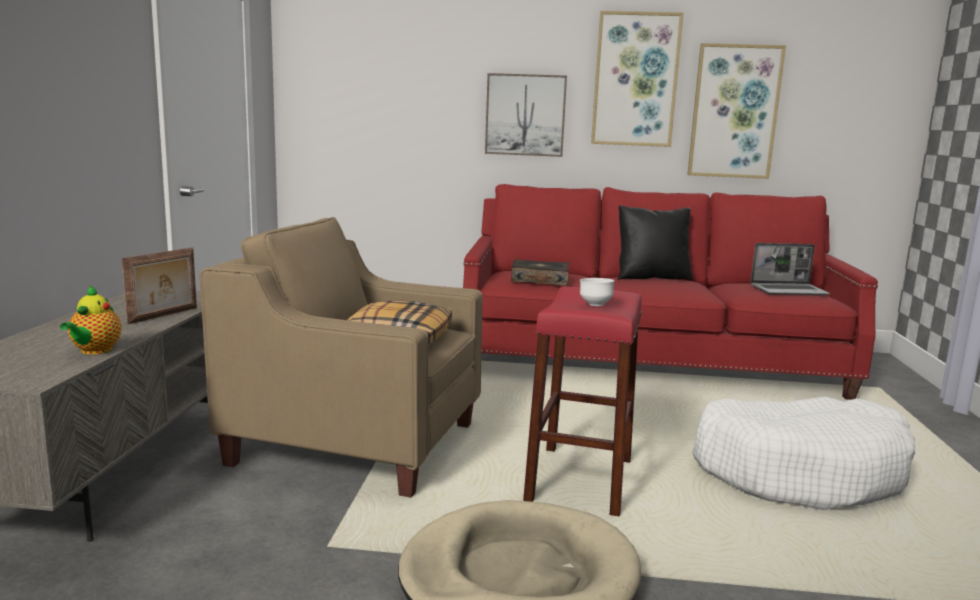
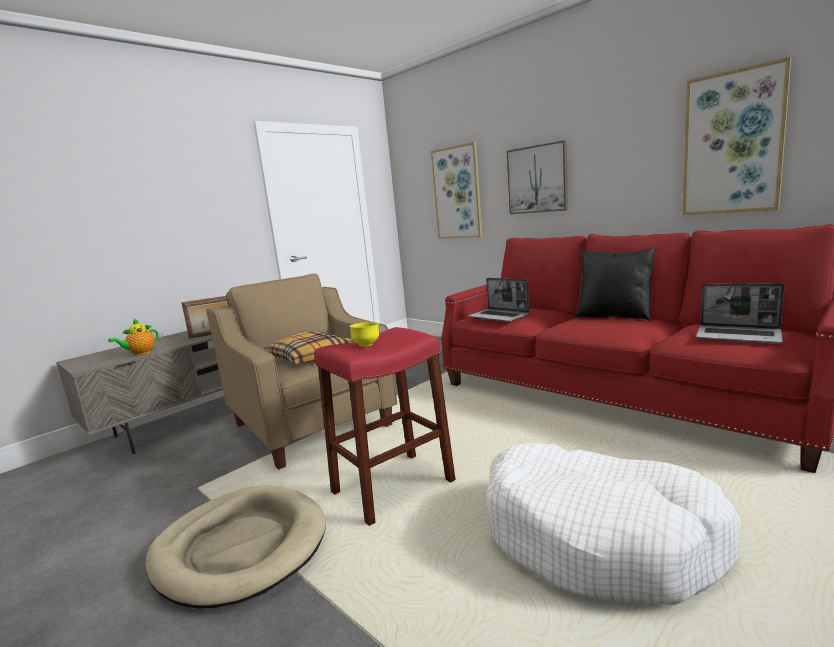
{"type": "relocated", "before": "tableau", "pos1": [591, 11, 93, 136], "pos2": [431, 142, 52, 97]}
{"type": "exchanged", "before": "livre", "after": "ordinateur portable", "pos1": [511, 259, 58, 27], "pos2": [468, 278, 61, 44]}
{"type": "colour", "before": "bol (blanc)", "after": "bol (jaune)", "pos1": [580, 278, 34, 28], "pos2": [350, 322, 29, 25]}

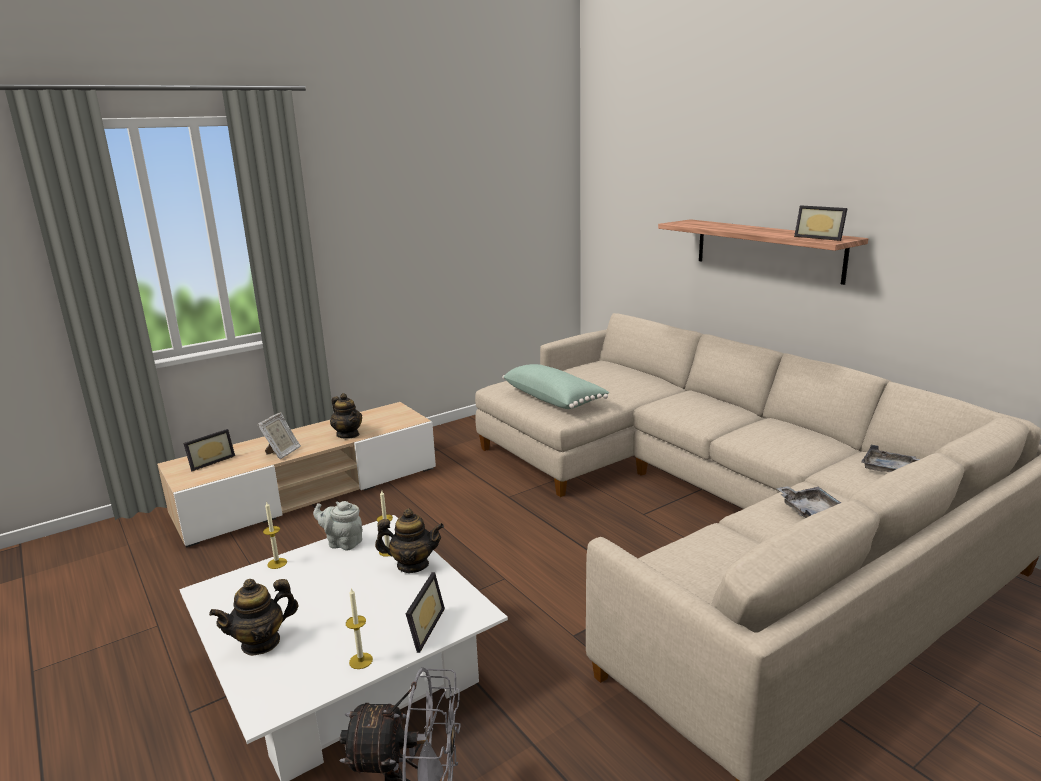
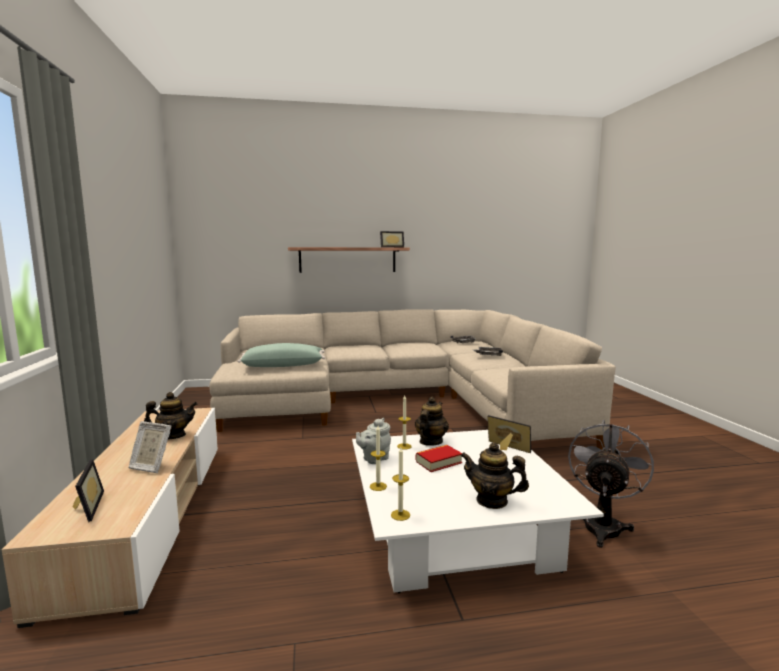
{"type": "spun", "before": "cadre photo", "pos1": [257, 413, 44, 46], "pos2": [128, 421, 43, 52], "turn": 150}
{"type": "spun", "before": "théière", "pos1": [209, 579, 89, 77], "pos2": [461, 442, 68, 67], "turn": 120}
{"type": "relocated", "before": "bougie", "pos1": [346, 588, 27, 81], "pos2": [391, 447, 19, 74]}
{"type": "appeared", "after": "livre", "pos2": [416, 445, 46, 27]}

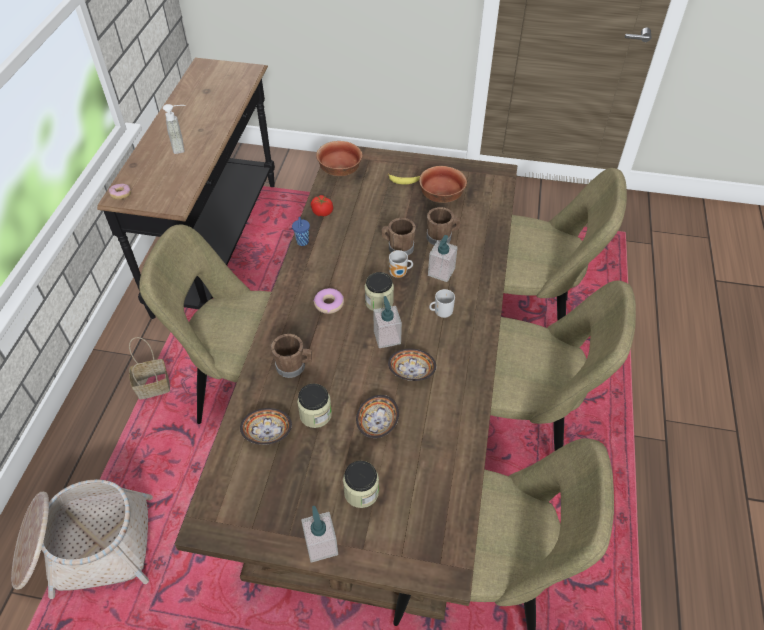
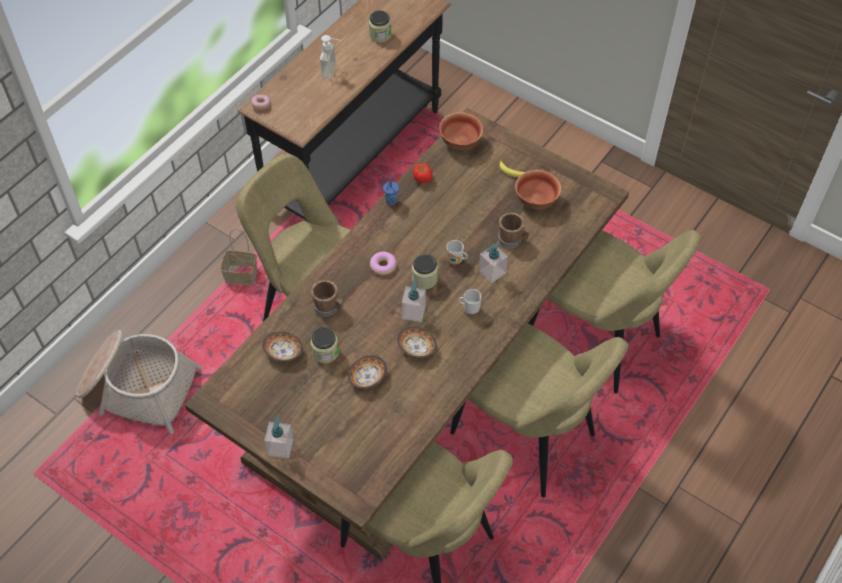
{"type": "missing", "before": "mug (marron)", "pos1": [382, 218, 34, 37]}
{"type": "relocated", "before": "bocal", "pos1": [343, 461, 36, 47], "pos2": [369, 10, 22, 32]}

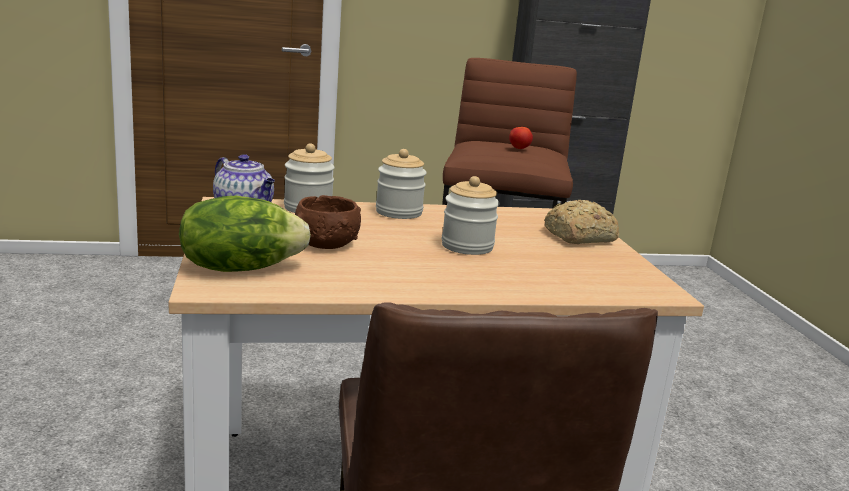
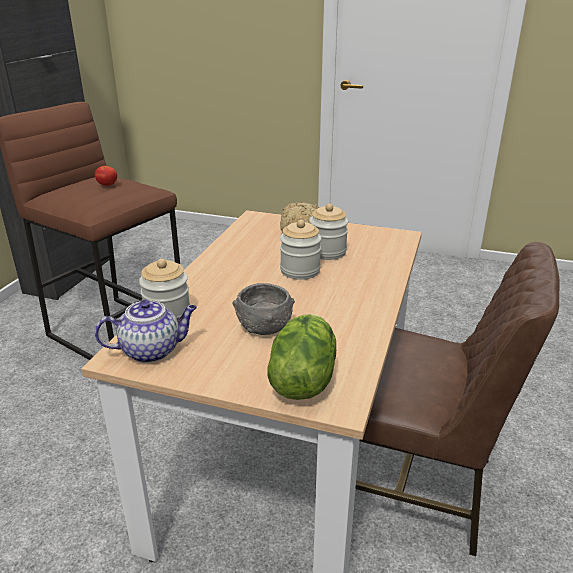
{"type": "relocated", "before": "bocal", "pos1": [376, 149, 50, 70], "pos2": [309, 204, 39, 56]}
{"type": "colour", "before": "bol (marron)", "after": "bol (gris)", "pos1": [295, 195, 66, 54], "pos2": [233, 283, 62, 52]}

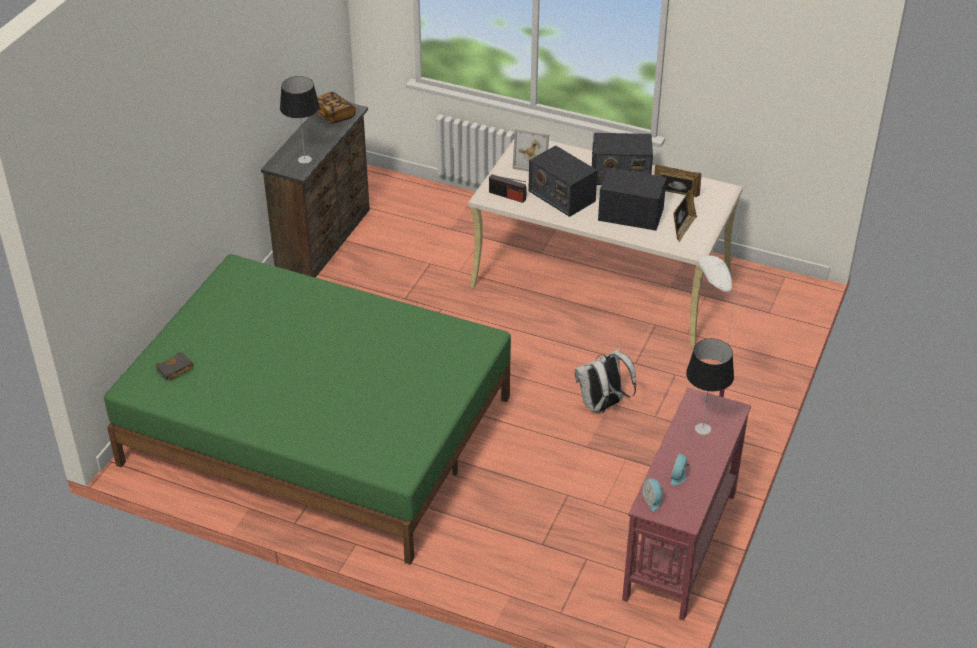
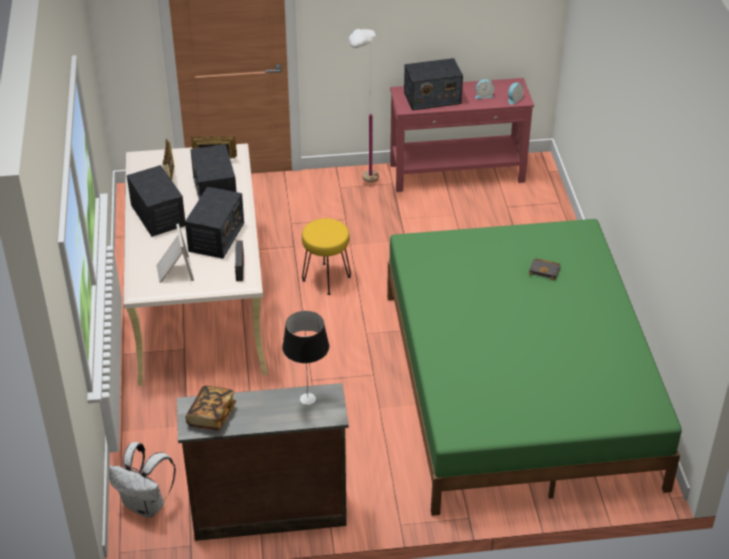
{"type": "exchanged", "before": "lampe de table", "after": "radio", "pos1": [686, 339, 48, 96], "pos2": [404, 58, 59, 52]}
{"type": "relocated", "before": "sac à dos (blanc)", "pos1": [575, 349, 61, 65], "pos2": [109, 442, 67, 76]}
{"type": "relocated", "before": "livre (noir)", "pos1": [155, 352, 39, 28], "pos2": [529, 258, 32, 22]}
{"type": "appeared", "after": "tabouret (jaune)", "pos2": [302, 218, 49, 77]}

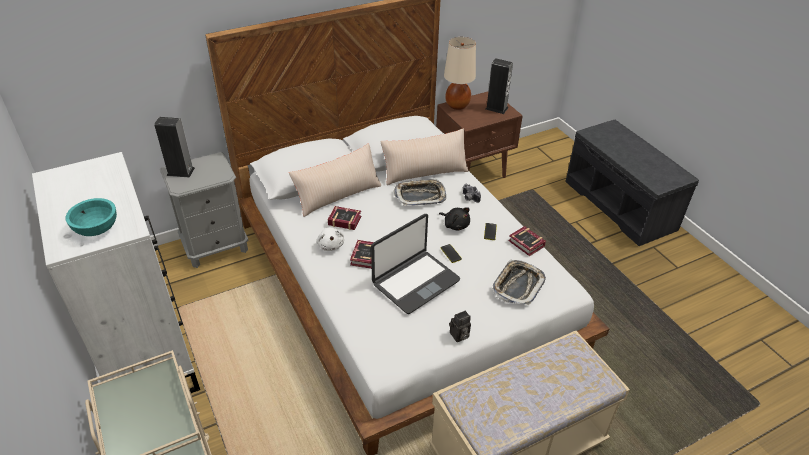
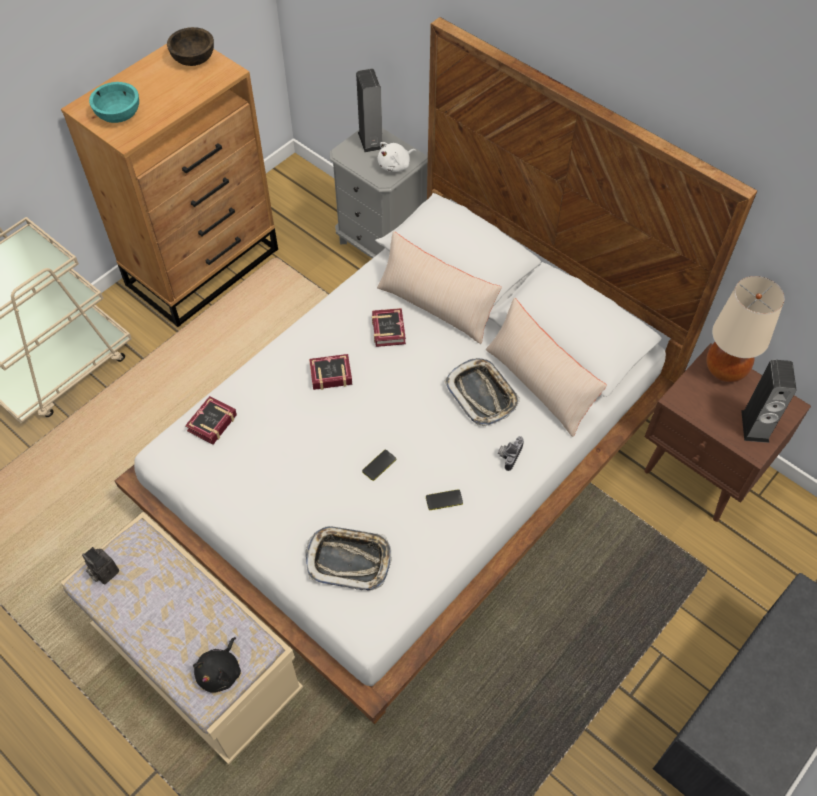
{"type": "colour", "before": "commode (blanc)", "after": "commode (marron)", "pos1": [32, 152, 168, 241], "pos2": [61, 44, 217, 283]}
{"type": "relocated", "before": "peluche (noir)", "pos1": [439, 207, 31, 23], "pos2": [193, 637, 48, 56]}
{"type": "missing", "before": "ordinateur portable", "pos1": [371, 214, 89, 100]}
{"type": "relocated", "before": "livre", "pos1": [508, 226, 38, 30], "pos2": [185, 396, 52, 49]}
{"type": "relocated", "before": "peluche (blanc)", "pos1": [316, 227, 28, 24], "pos2": [377, 142, 39, 30]}
{"type": "relocated", "before": "appareil photo", "pos1": [449, 311, 22, 31], "pos2": [82, 547, 37, 37]}
{"type": "appeared", "after": "bol (marron)", "pos2": [167, 27, 47, 39]}

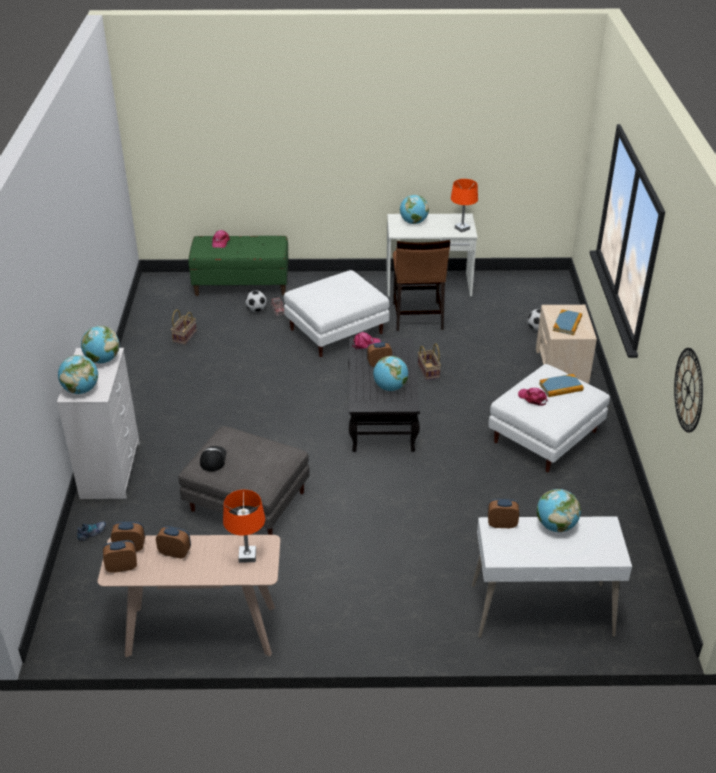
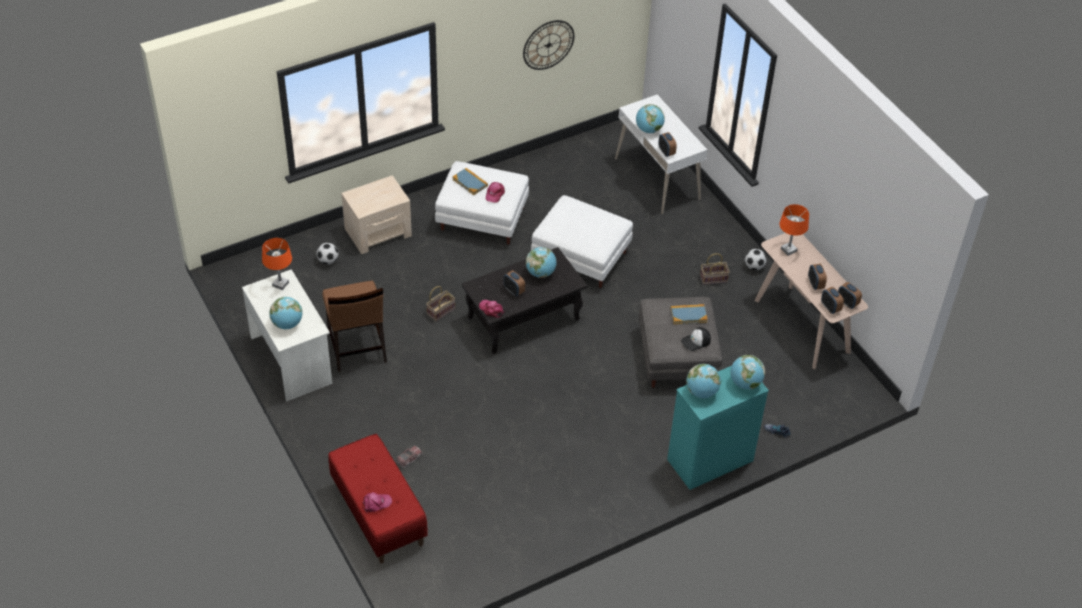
{"type": "colour", "before": "banc (vert)", "after": "banc (rouge)", "pos1": [188, 236, 100, 60], "pos2": [328, 434, 100, 130]}
{"type": "spun", "before": "chaise (marron)", "pos1": [393, 240, 57, 91], "pos2": [322, 281, 65, 91], "turn": 105}
{"type": "relocated", "before": "pouf (blanc)", "pos1": [284, 270, 105, 87], "pos2": [531, 195, 102, 93]}
{"type": "relocated", "before": "ballon de foot", "pos1": [245, 291, 22, 21], "pos2": [745, 249, 21, 21]}
{"type": "relocated", "before": "panier", "pos1": [171, 309, 26, 36], "pos2": [700, 253, 30, 32]}
{"type": "relocated", "before": "livre", "pos1": [553, 309, 29, 26], "pos2": [671, 304, 37, 20]}
{"type": "colour", "before": "commode (blanc)", "after": "commode (turquoise)", "pos1": [57, 348, 83, 151], "pos2": [667, 366, 102, 124]}

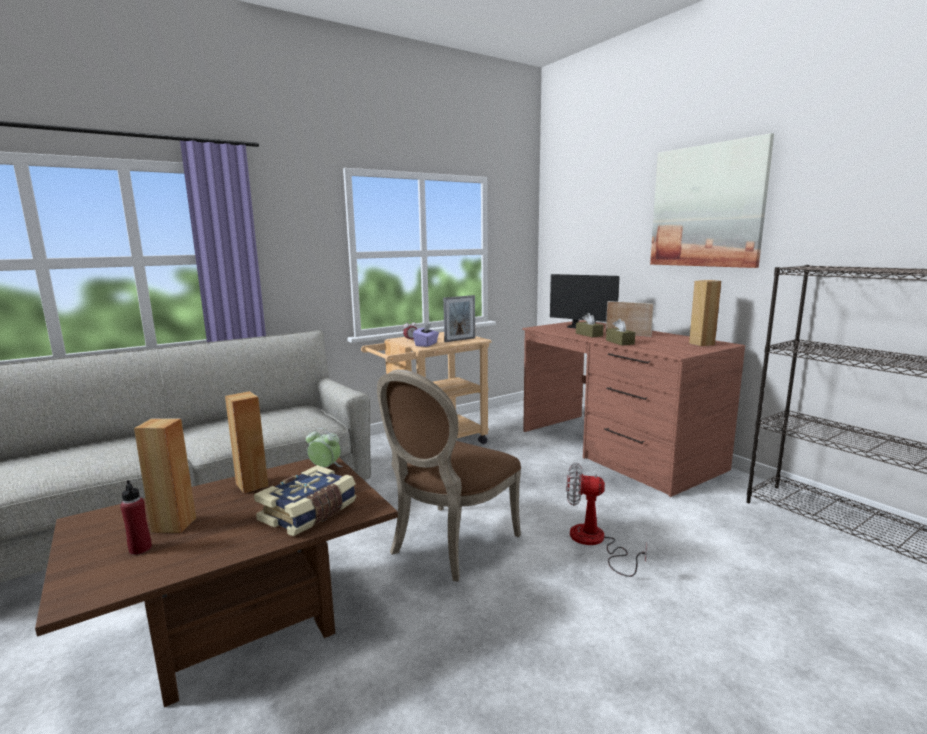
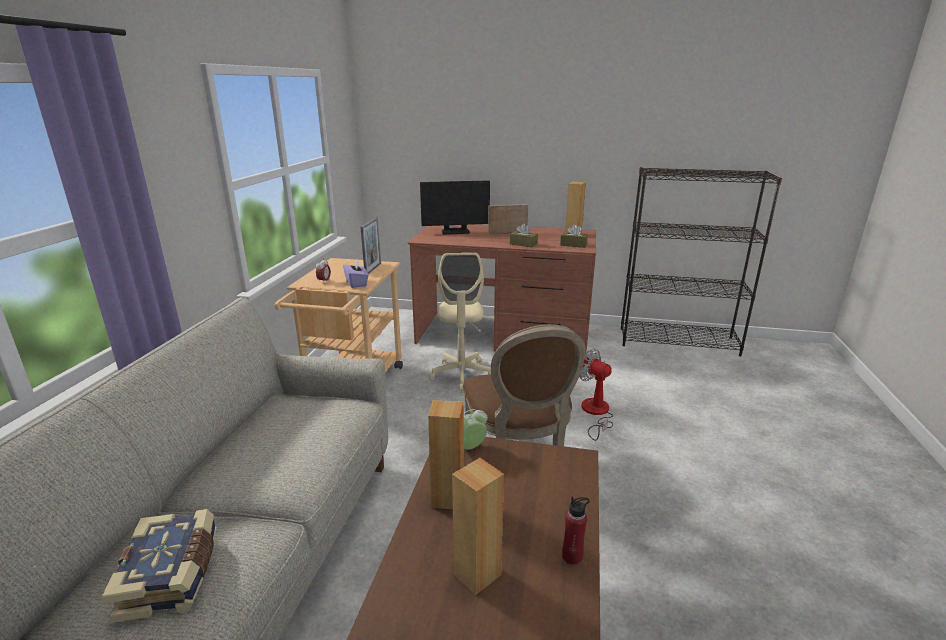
{"type": "missing", "before": "tableau", "pos1": [650, 133, 124, 135]}
{"type": "relocated", "before": "boîte à mouchoirs (marron)", "pos1": [576, 313, 28, 24], "pos2": [560, 224, 28, 24]}
{"type": "spun", "before": "ventilateur", "pos1": [567, 462, 80, 115], "pos2": [579, 349, 34, 92], "turn": 75}
{"type": "relocated", "before": "livre", "pos1": [254, 465, 102, 71], "pos2": [101, 509, 116, 114]}
{"type": "relocated", "before": "bouteille (rouge)", "pos1": [120, 480, 32, 75], "pos2": [562, 497, 28, 68]}
{"type": "appeared", "after": "chaise de bureau (beige)", "pos2": [428, 253, 63, 138]}

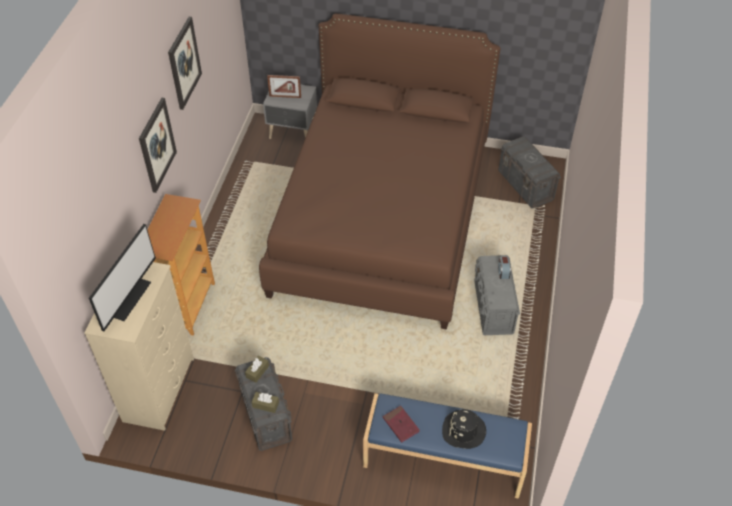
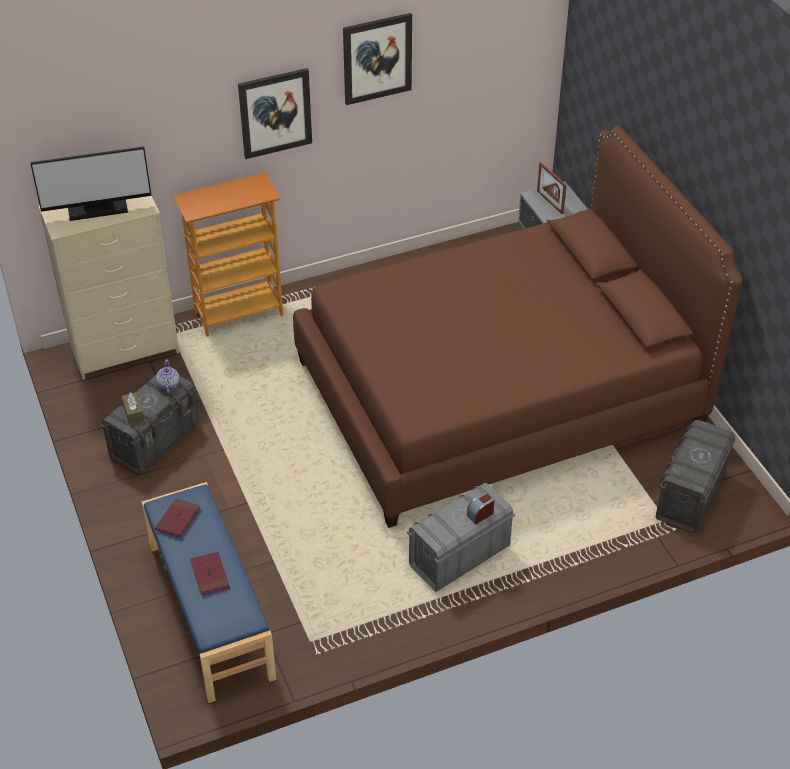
{"type": "exchanged", "before": "boîte à mouchoirs (marron)", "after": "théière", "pos1": [245, 355, 24, 28], "pos2": [156, 360, 24, 33]}
{"type": "exchanged", "before": "chapeau (noir)", "after": "livre (rouge)", "pos1": [442, 409, 44, 40], "pos2": [190, 552, 40, 43]}

